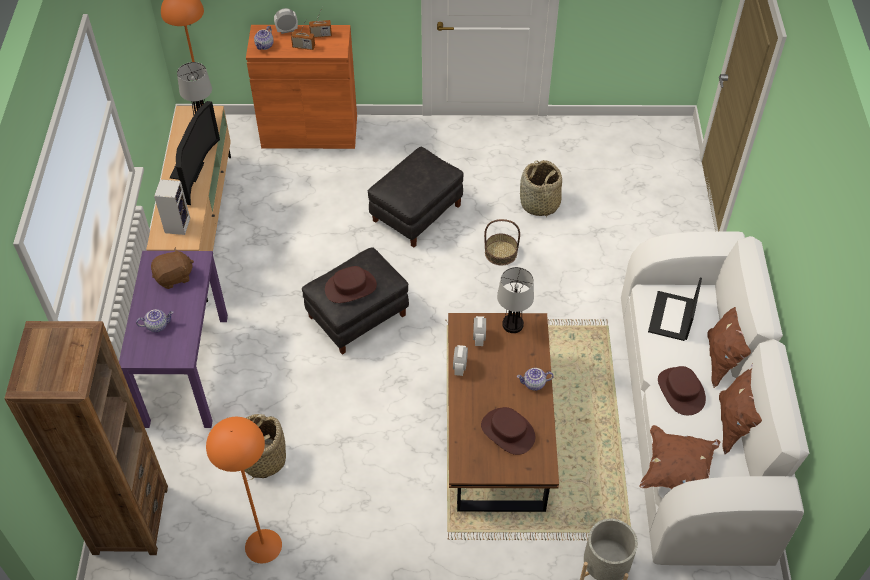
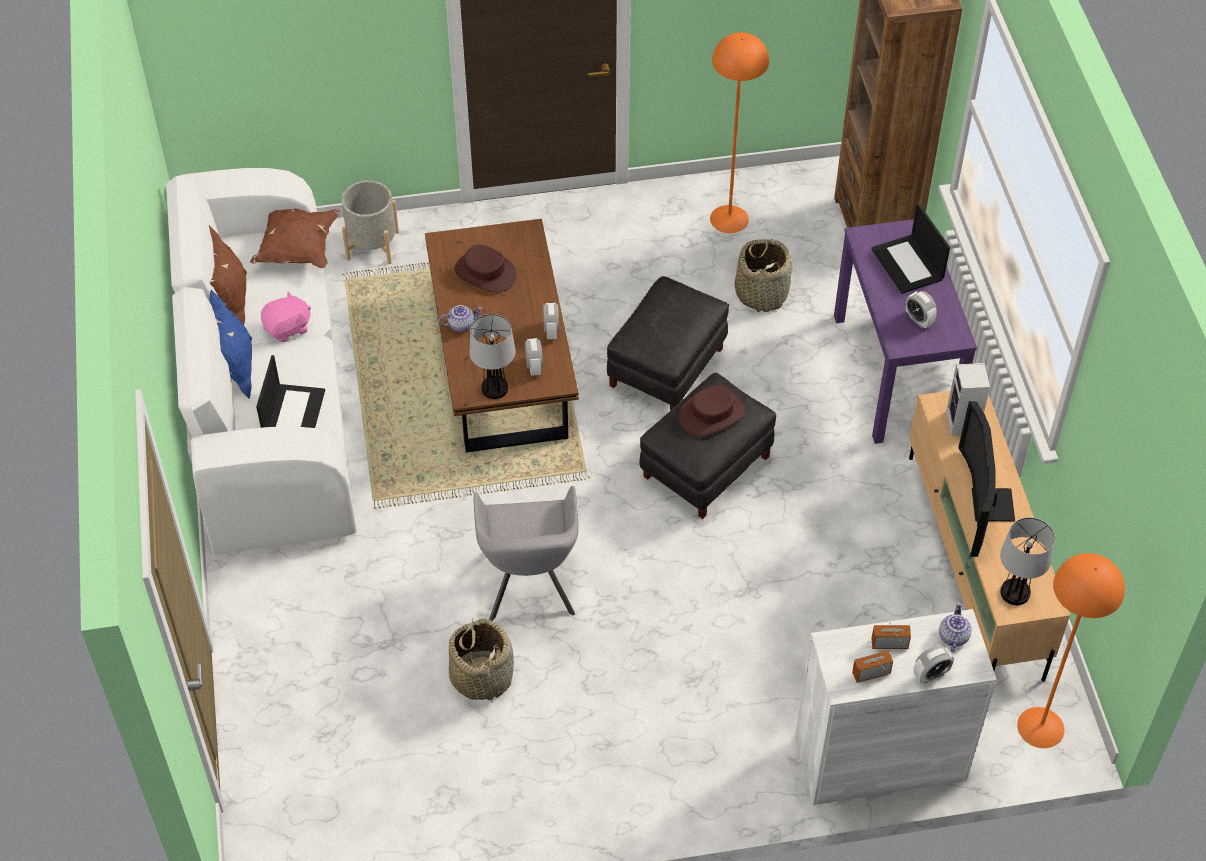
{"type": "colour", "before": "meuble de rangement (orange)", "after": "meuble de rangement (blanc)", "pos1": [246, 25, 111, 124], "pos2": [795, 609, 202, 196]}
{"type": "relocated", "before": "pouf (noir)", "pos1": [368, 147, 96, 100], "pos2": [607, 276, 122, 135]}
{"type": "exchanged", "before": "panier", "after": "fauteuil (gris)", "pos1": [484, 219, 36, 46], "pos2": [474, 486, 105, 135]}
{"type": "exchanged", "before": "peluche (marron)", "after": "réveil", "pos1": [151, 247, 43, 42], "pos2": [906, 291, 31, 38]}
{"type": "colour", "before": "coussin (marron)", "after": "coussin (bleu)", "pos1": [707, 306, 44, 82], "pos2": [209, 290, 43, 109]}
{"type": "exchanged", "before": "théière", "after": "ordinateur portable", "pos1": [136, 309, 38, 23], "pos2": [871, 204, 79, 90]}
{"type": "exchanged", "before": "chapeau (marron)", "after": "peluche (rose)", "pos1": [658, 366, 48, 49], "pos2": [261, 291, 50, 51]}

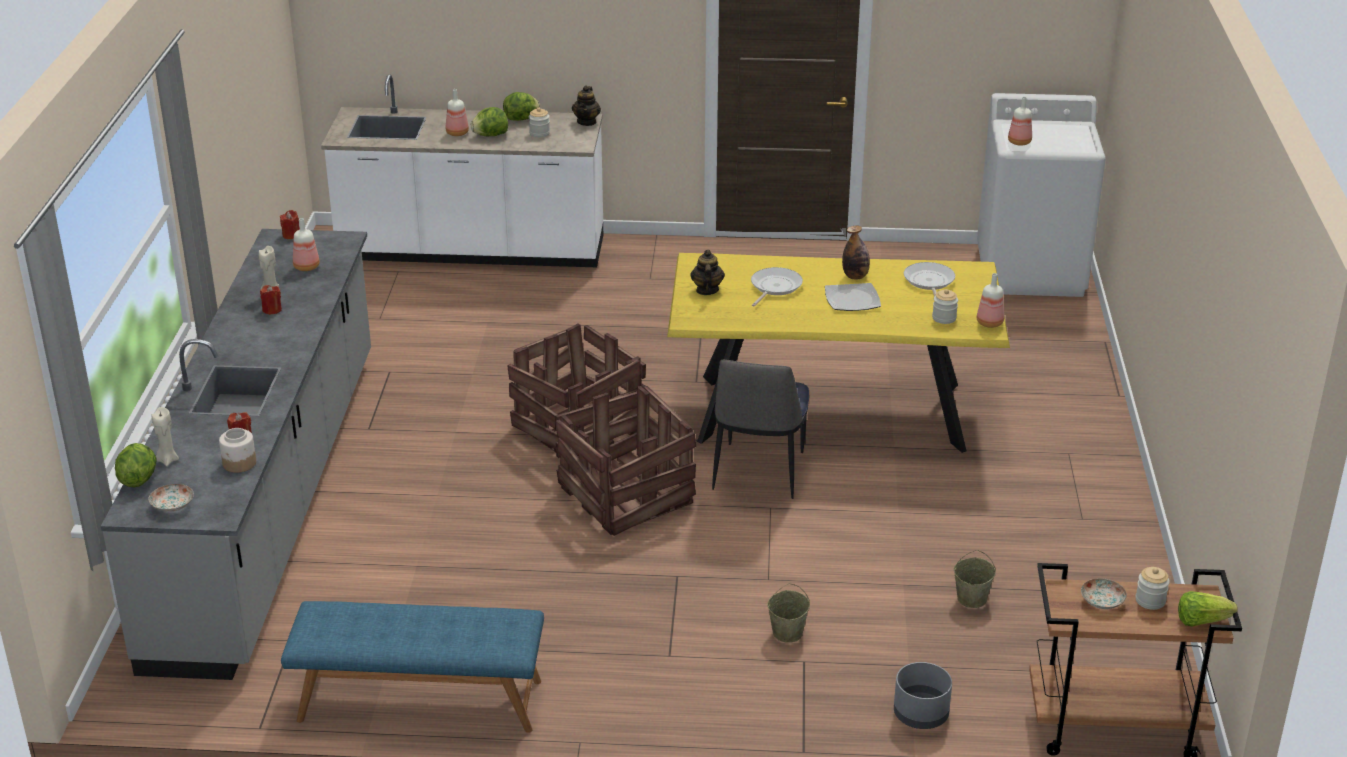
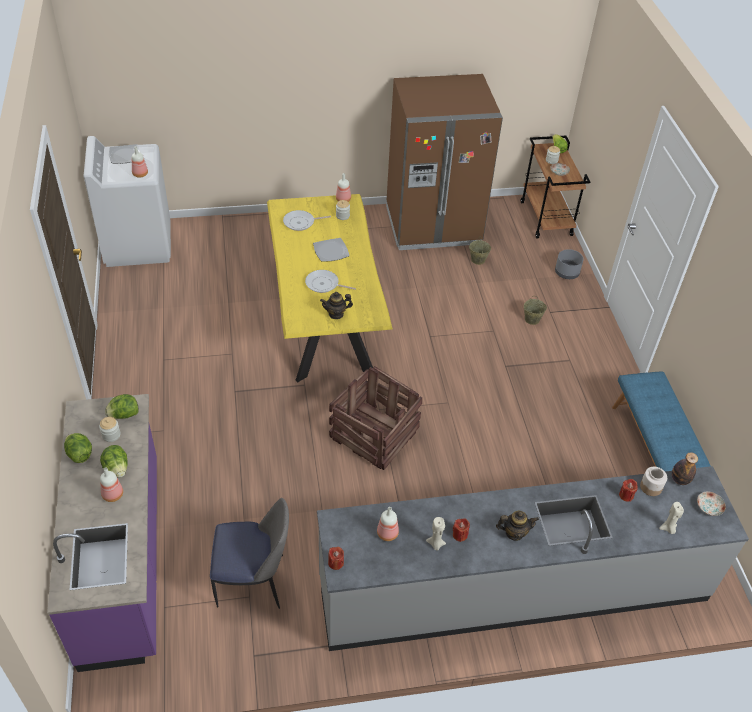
{"type": "colour", "before": "comptoir de cuisine (blanc)", "after": "comptoir de cuisine (violet)", "pos1": [321, 74, 282, 193], "pos2": [47, 394, 110, 278]}
{"type": "relocated", "before": "théière", "pos1": [572, 85, 29, 41], "pos2": [496, 511, 43, 30]}
{"type": "relocated", "before": "bouteille", "pos1": [842, 225, 28, 55], "pos2": [672, 452, 26, 33]}
{"type": "relocated", "before": "chaise", "pos1": [712, 360, 97, 139], "pos2": [210, 498, 79, 111]}
{"type": "missing", "before": "caisse", "pos1": [555, 386, 141, 150]}
{"type": "relocated", "before": "laitue", "pos1": [115, 443, 42, 45], "pos2": [105, 394, 34, 25]}
{"type": "appeared", "after": "réfrigérateur (marron)", "pos2": [386, 74, 117, 176]}
{"type": "appeared", "after": "assiette", "pos2": [109, 144, 31, 20]}

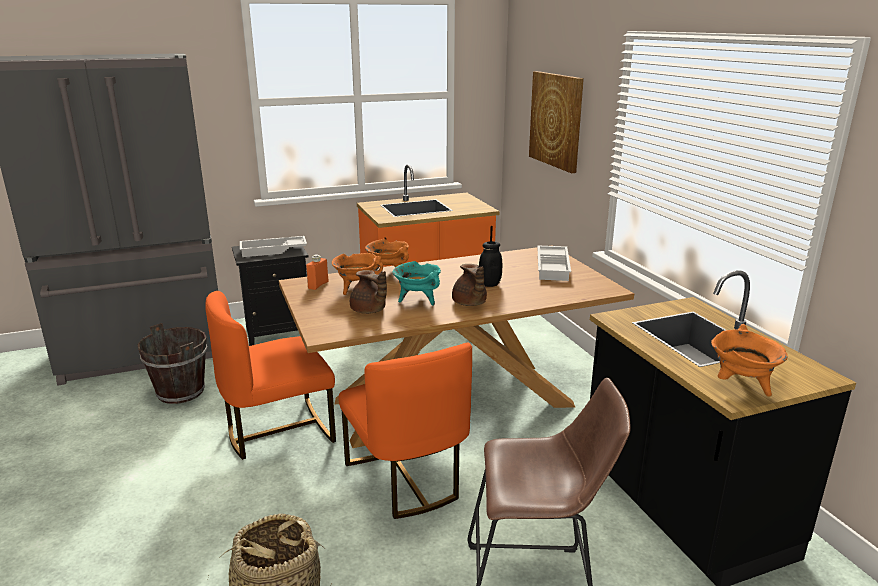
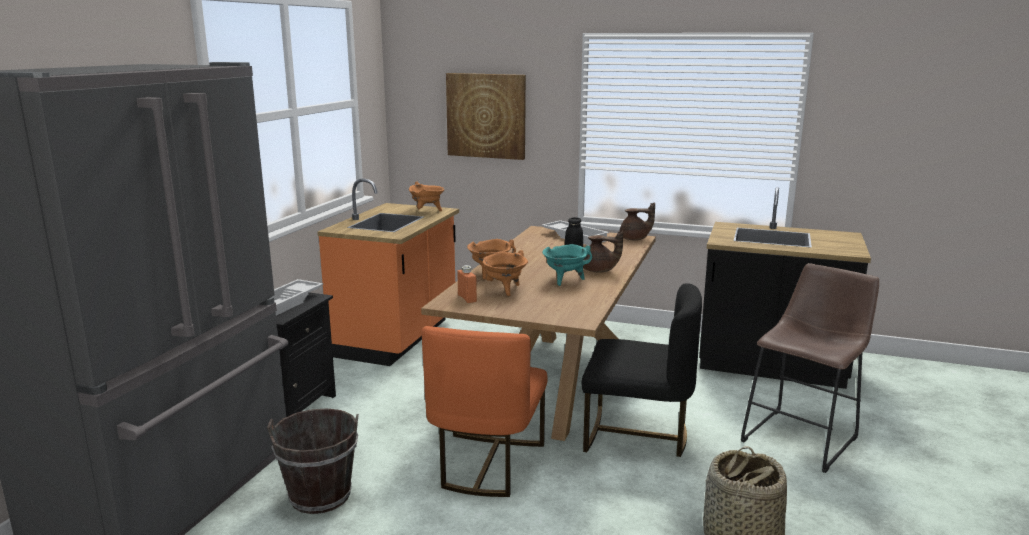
{"type": "relocated", "before": "théière (marron)", "pos1": [350, 270, 37, 44], "pos2": [619, 202, 36, 38]}
{"type": "relocated", "before": "marmite (orange)", "pos1": [711, 324, 77, 72], "pos2": [409, 181, 36, 31]}
{"type": "colour", "before": "chaise (orange)", "after": "chaise (noir)", "pos1": [339, 342, 133, 177], "pos2": [582, 283, 120, 174]}

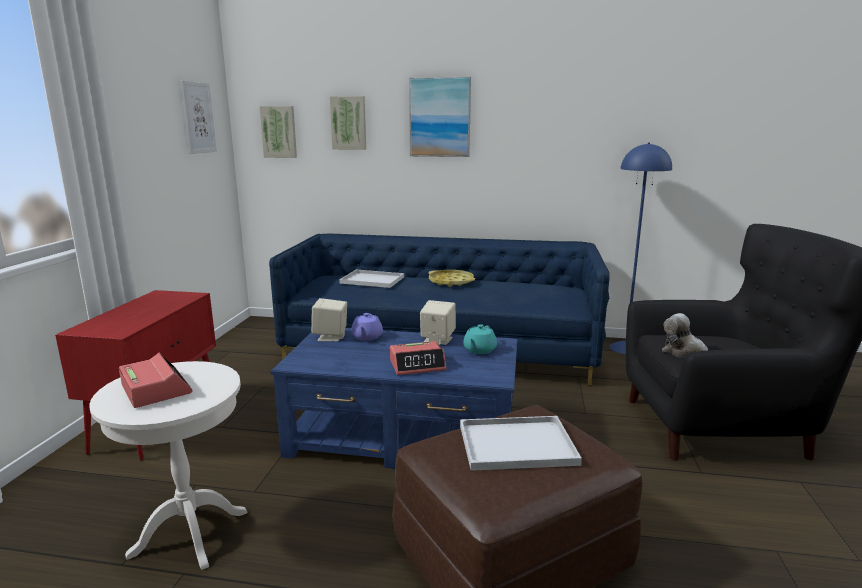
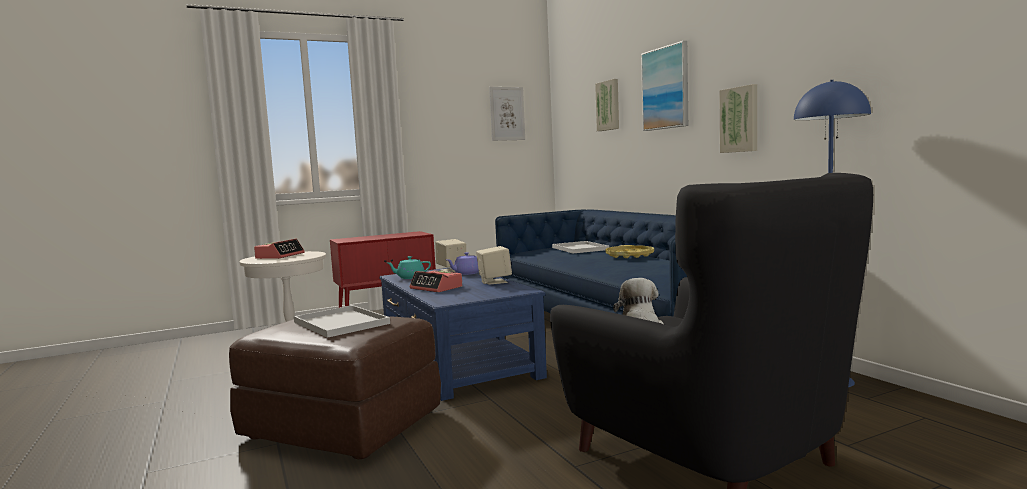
{"type": "relocated", "before": "tableau", "pos1": [259, 106, 38, 52], "pos2": [719, 84, 38, 69]}
{"type": "relocated", "before": "théière (turquoise)", "pos1": [463, 324, 34, 30], "pos2": [388, 256, 43, 23]}

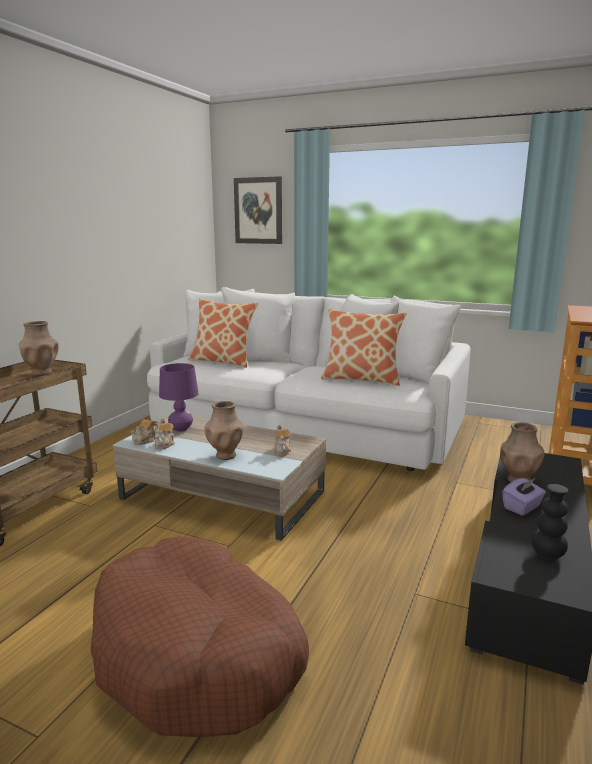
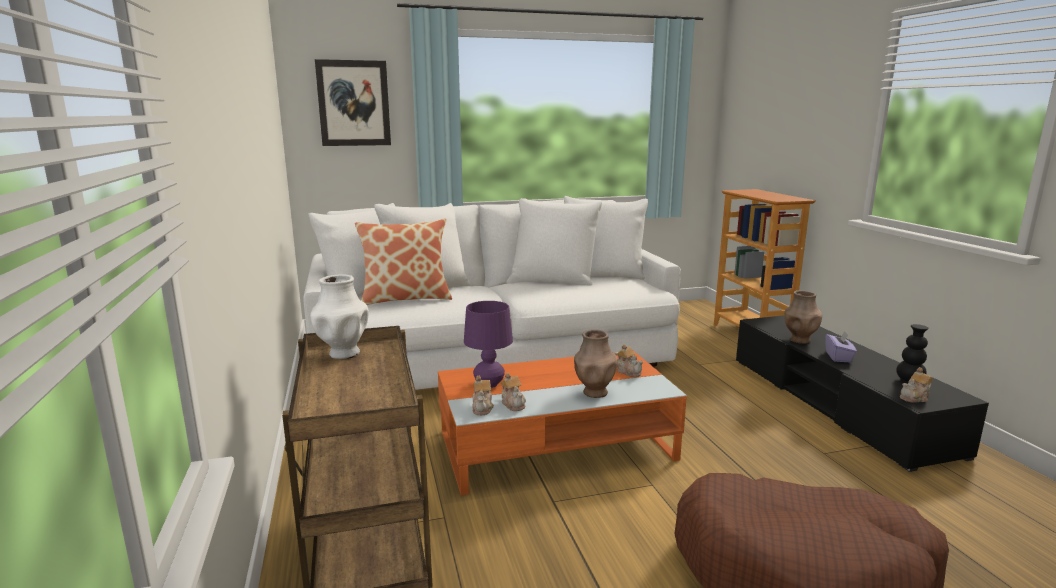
{"type": "missing", "before": "coussin", "pos1": [321, 309, 86, 77]}
{"type": "colour", "before": "vase (marron)", "after": "vase (blanc)", "pos1": [19, 321, 40, 55], "pos2": [310, 274, 59, 85]}
{"type": "colour", "before": "table basse (beige)", "after": "table basse (orange)", "pos1": [113, 416, 213, 125], "pos2": [438, 351, 249, 145]}
{"type": "appeared", "after": "théière", "pos2": [900, 367, 33, 36]}

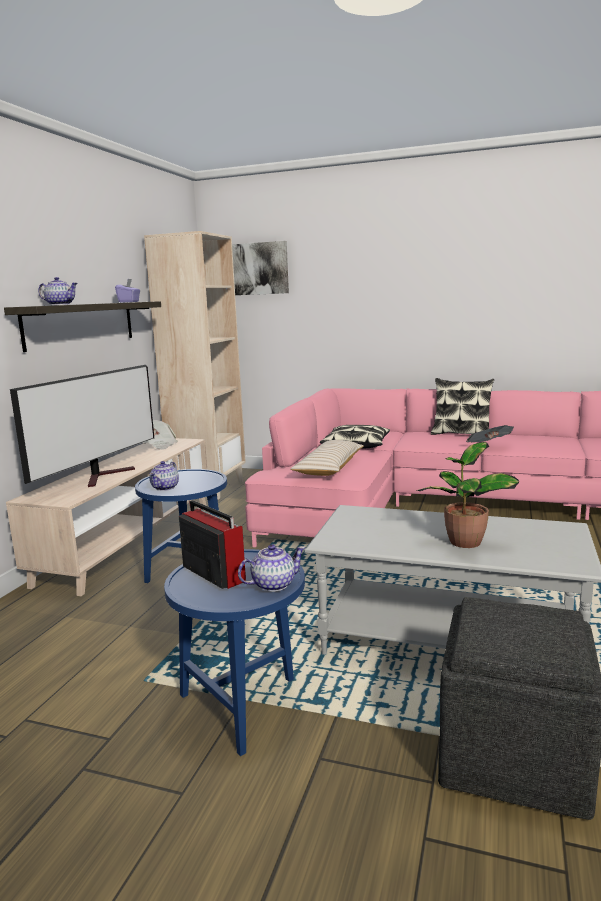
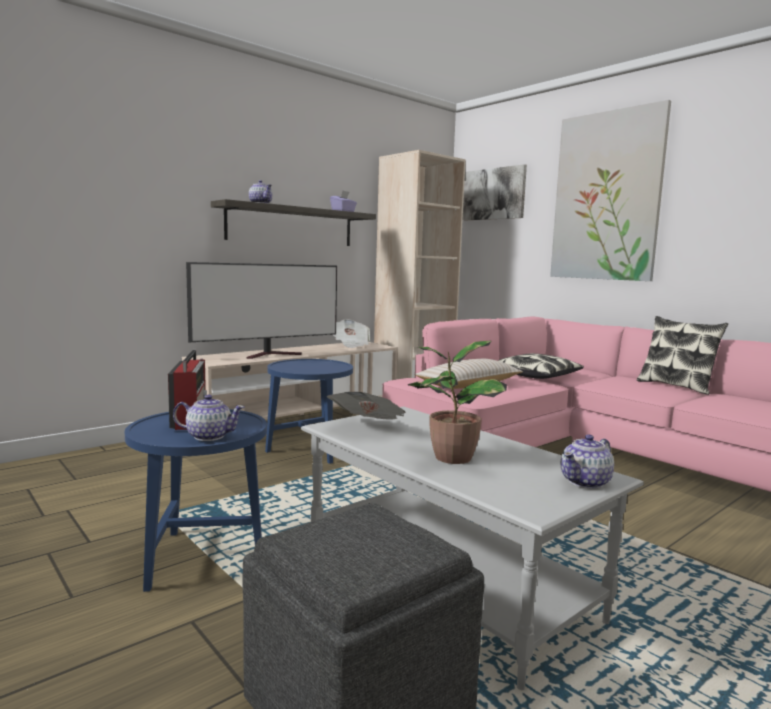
{"type": "relocated", "before": "journal", "pos1": [466, 425, 48, 17], "pos2": [327, 392, 79, 28]}
{"type": "relocated", "before": "théière", "pos1": [149, 461, 30, 30], "pos2": [561, 435, 53, 54]}
{"type": "appeared", "after": "tableau", "pos2": [550, 100, 121, 181]}

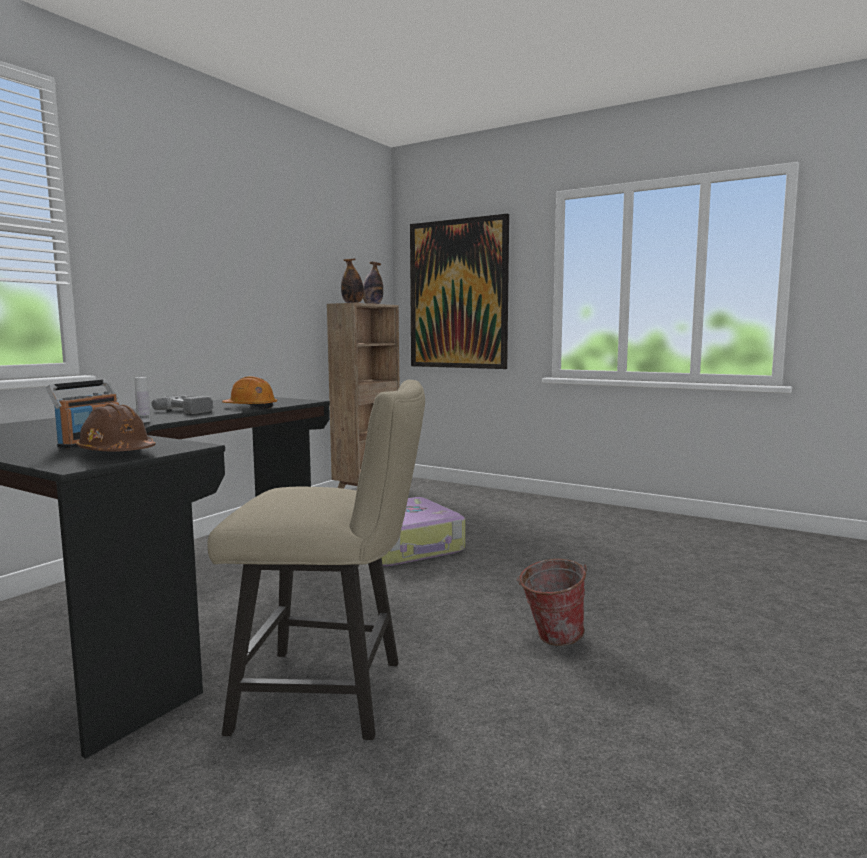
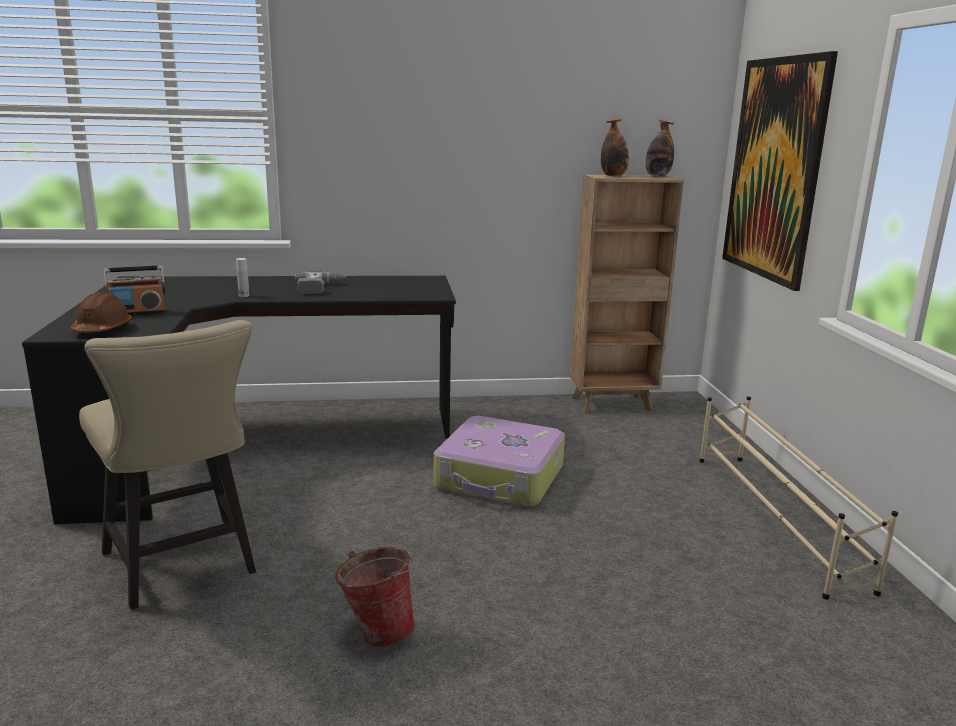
{"type": "missing", "before": "casque de chantier (orange)", "pos1": [222, 376, 55, 33]}
{"type": "appeared", "after": "étagère à chaussures (beige)", "pos2": [699, 396, 199, 204]}

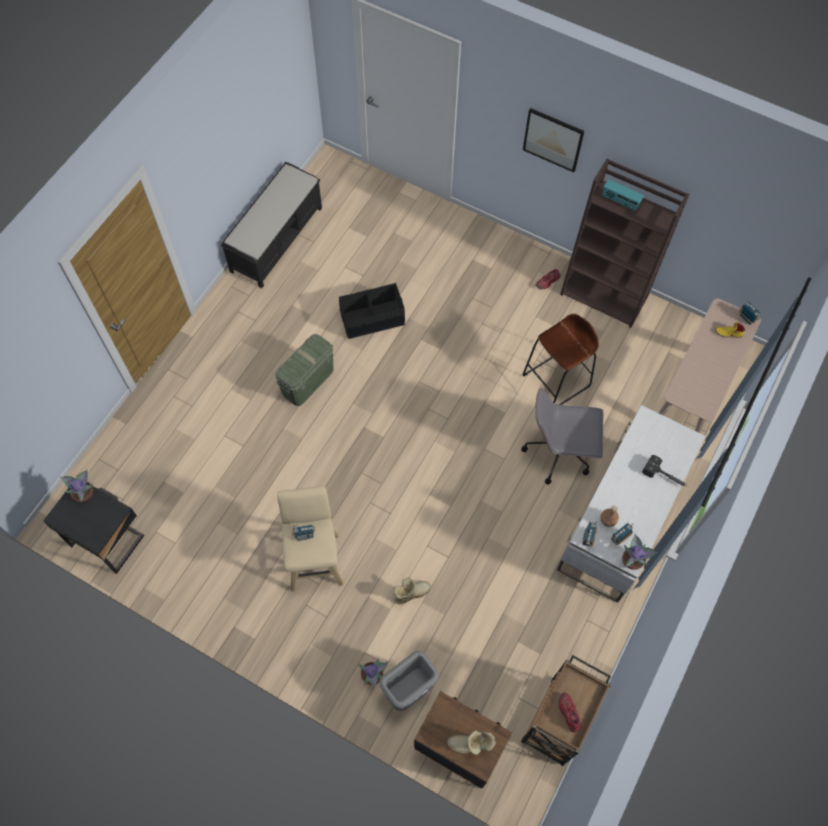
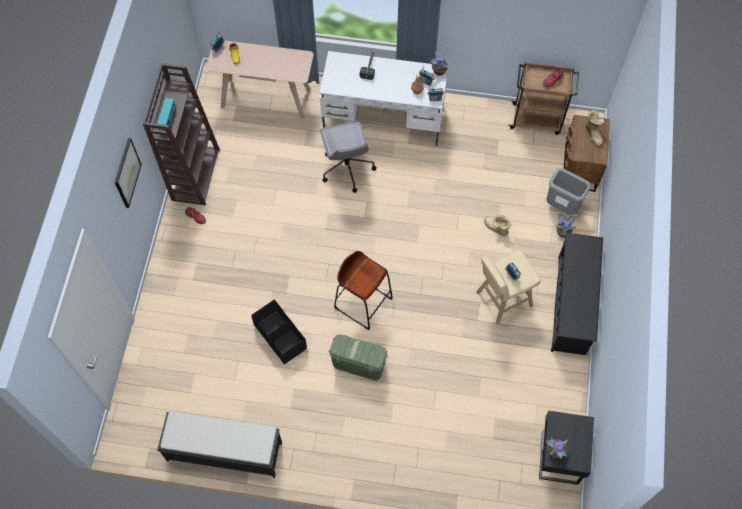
{"type": "relocated", "before": "tabouret (marron)", "pos1": [523, 314, 76, 91], "pos2": [334, 251, 59, 79]}
{"type": "appeared", "after": "étagère à chaussures (noir)", "pos2": [551, 233, 52, 122]}

